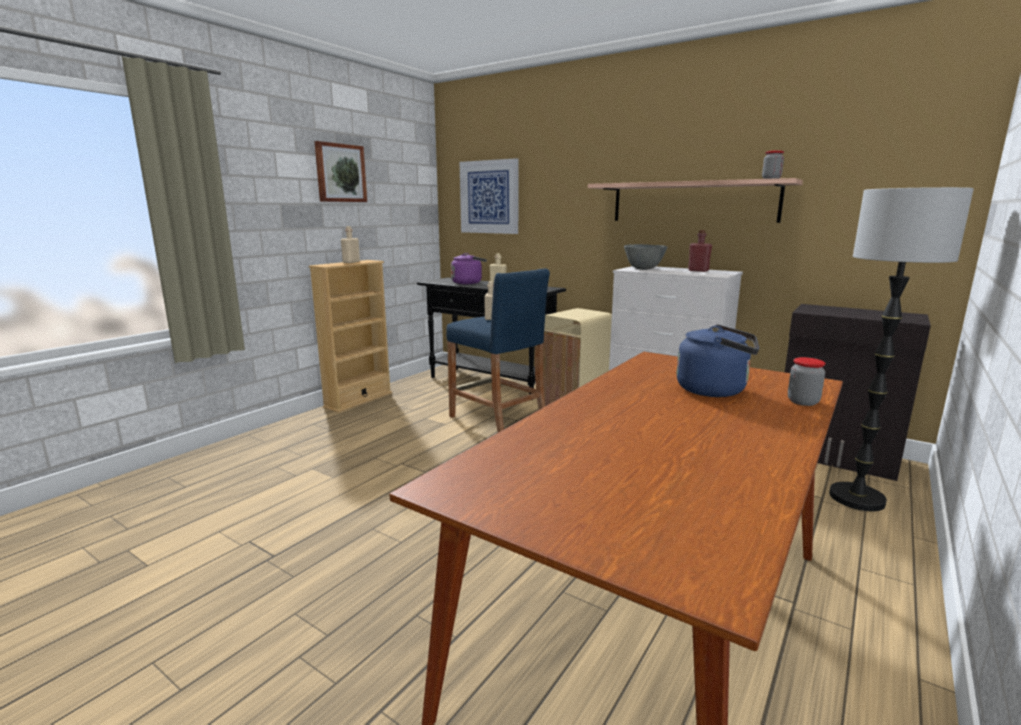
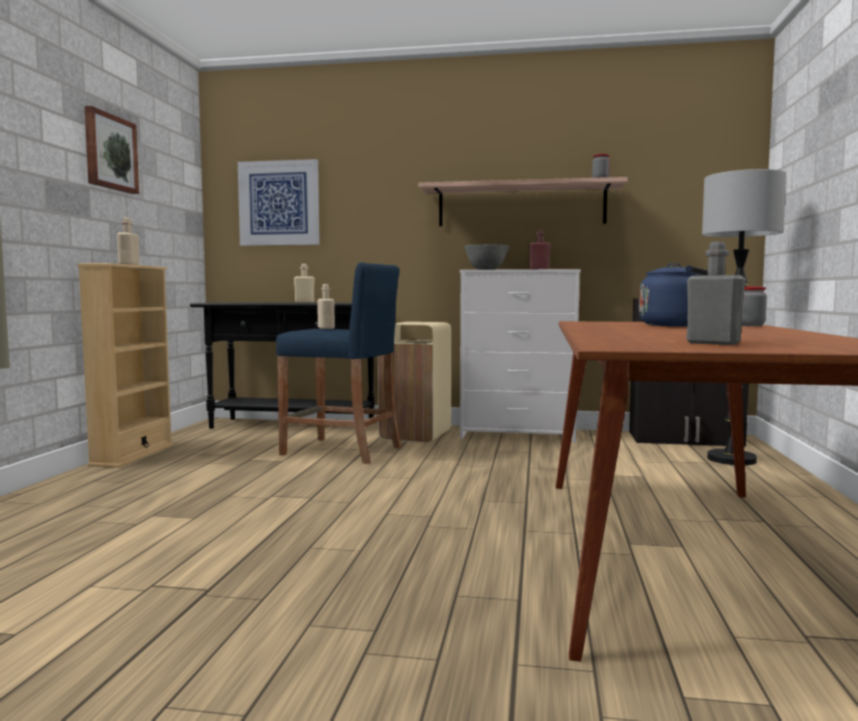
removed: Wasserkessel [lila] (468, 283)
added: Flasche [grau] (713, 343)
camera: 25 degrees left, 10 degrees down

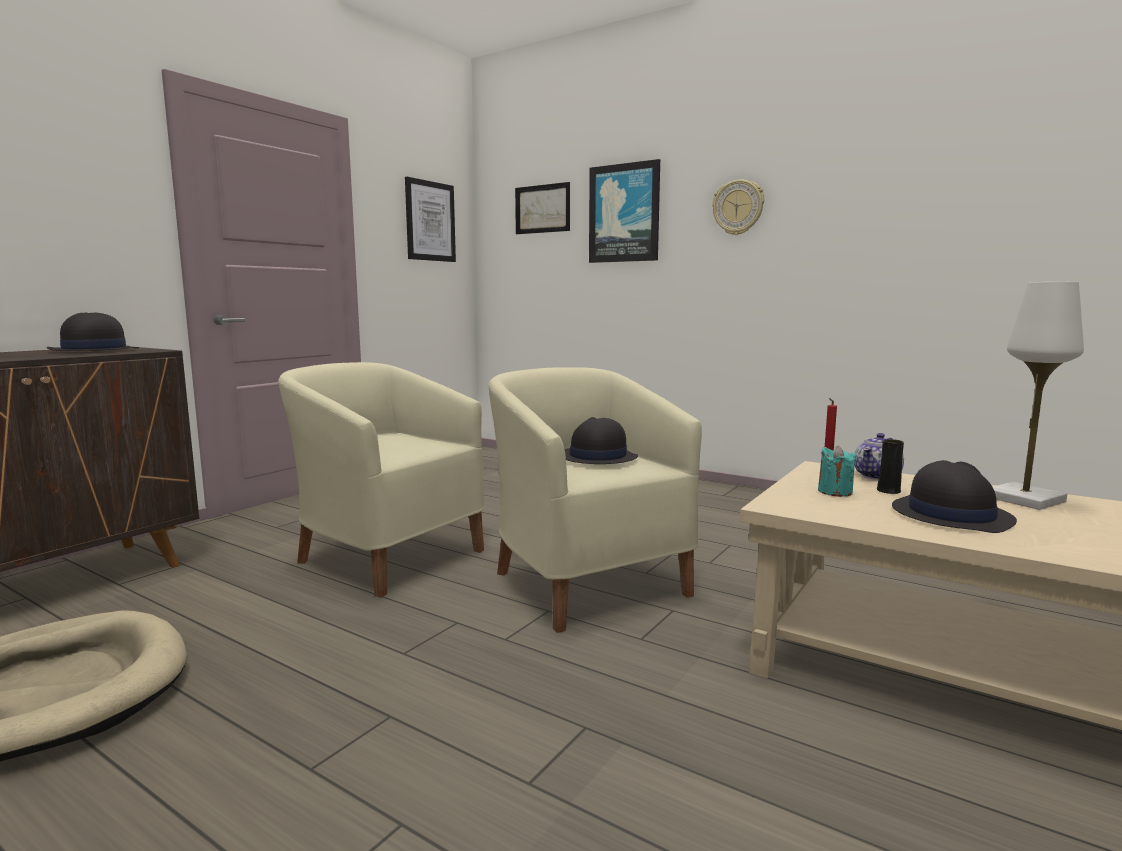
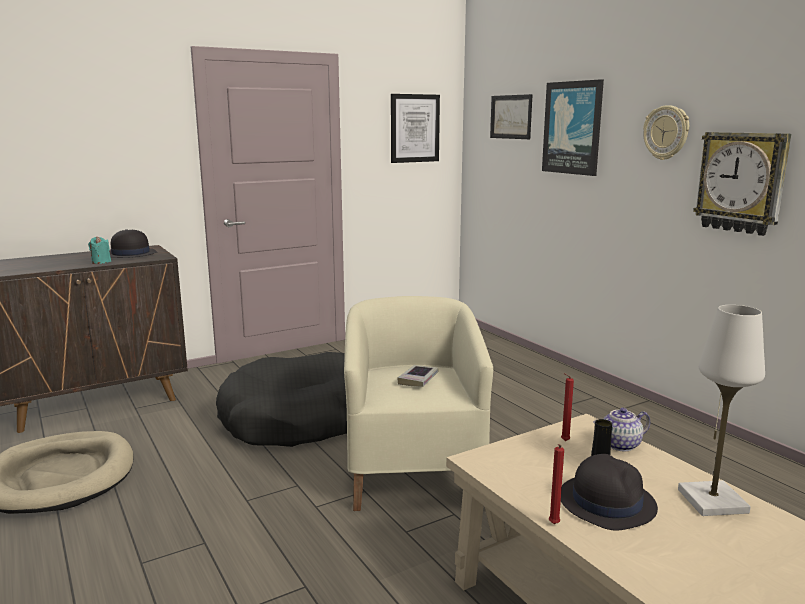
added: Kerze [rot] (553, 525); Wanduhr (741, 182)
moved: Kerze [türkis] (835, 492) to (101, 262)
replaced: Sessel [beige] (386, 556) to Hundebett [schwarz] (299, 418); Hut [schwarz] (597, 457) to Buch (418, 379)
camera: 25 degrees right, 5 degrees up

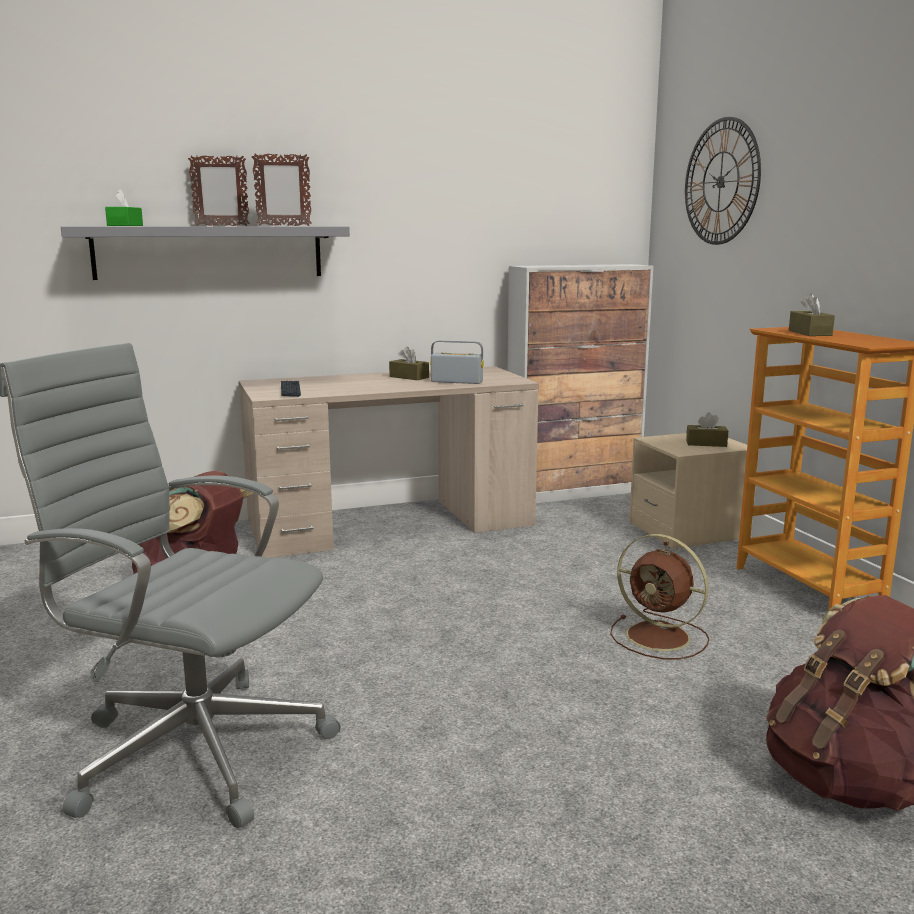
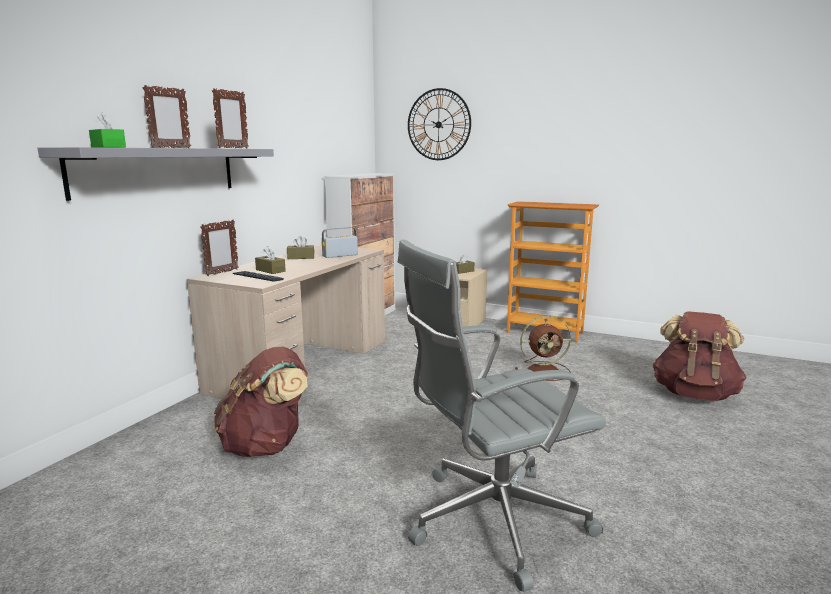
added: Bilderrahmen (222, 272)
moved: Taschentuchbox [braun] (810, 333) to (270, 270)
camera: 45 degrees left, 0 degrees up

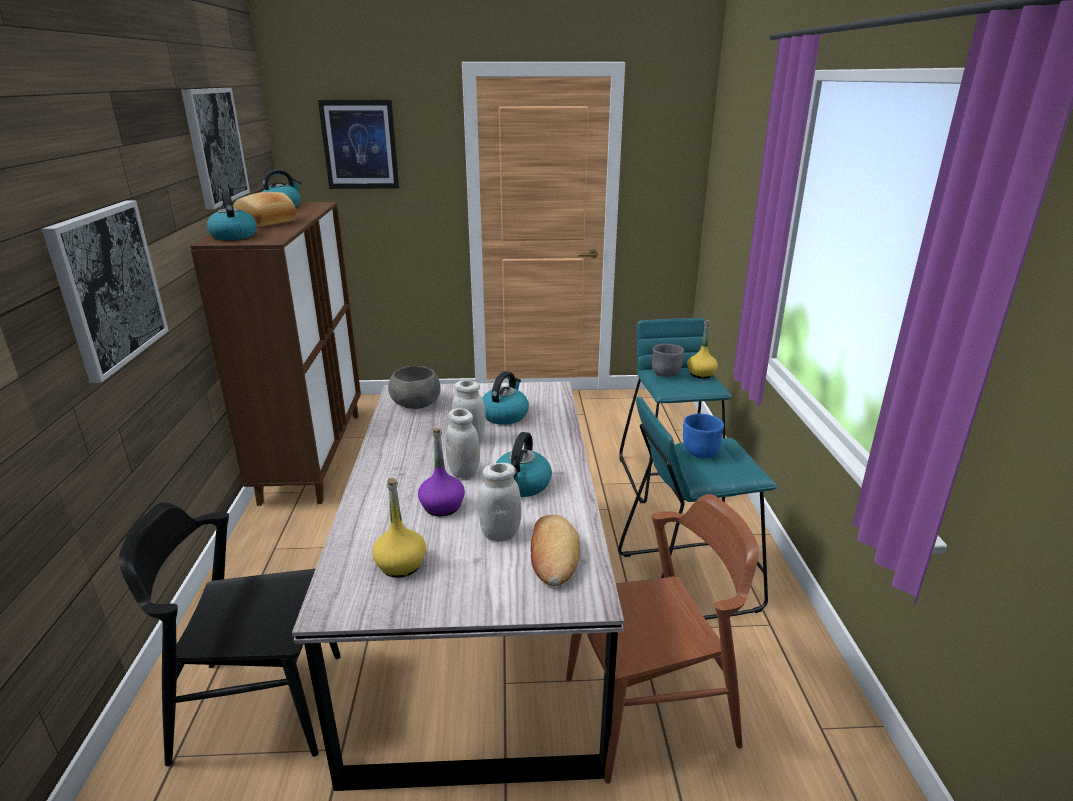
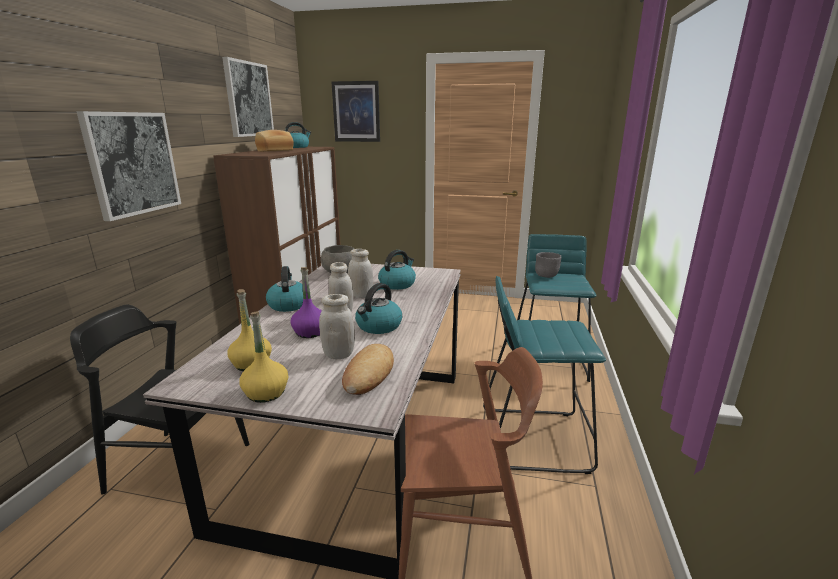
removed: Schüssel [blau] (699, 453)
moved: Flasche [gelb] (701, 374) to (266, 393); Wasserkessel (233, 236) to (288, 304)
camera: 15 degrees right, 5 degrees down

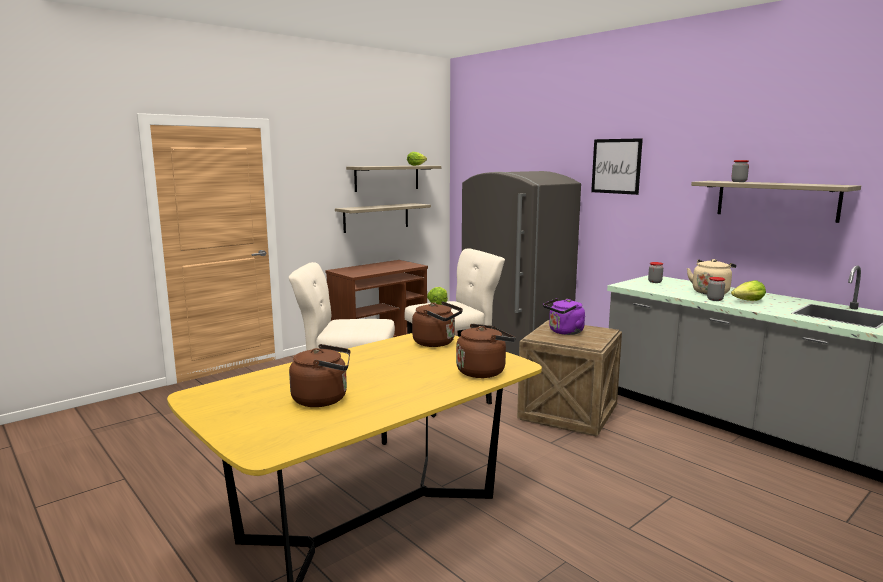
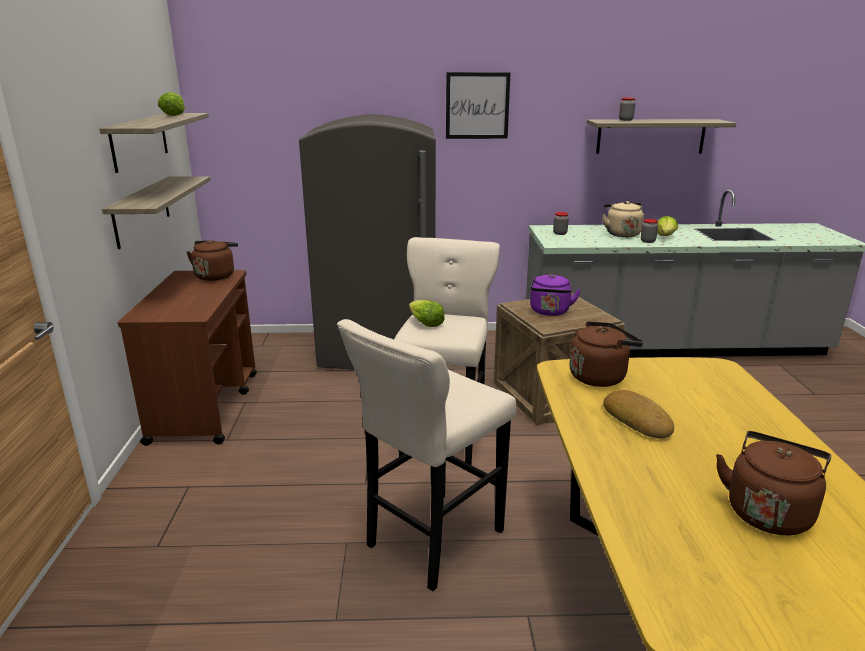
added: Brot (638, 419)
moved: Wasserkessel [braun] (483, 371) to (216, 276)
camera: 50 degrees left, 10 degrees up

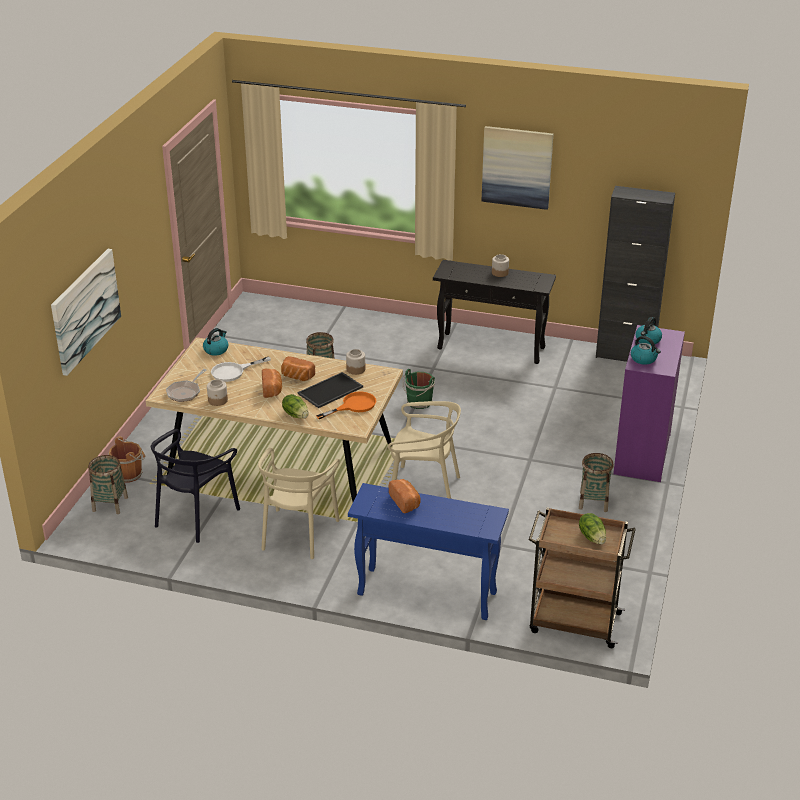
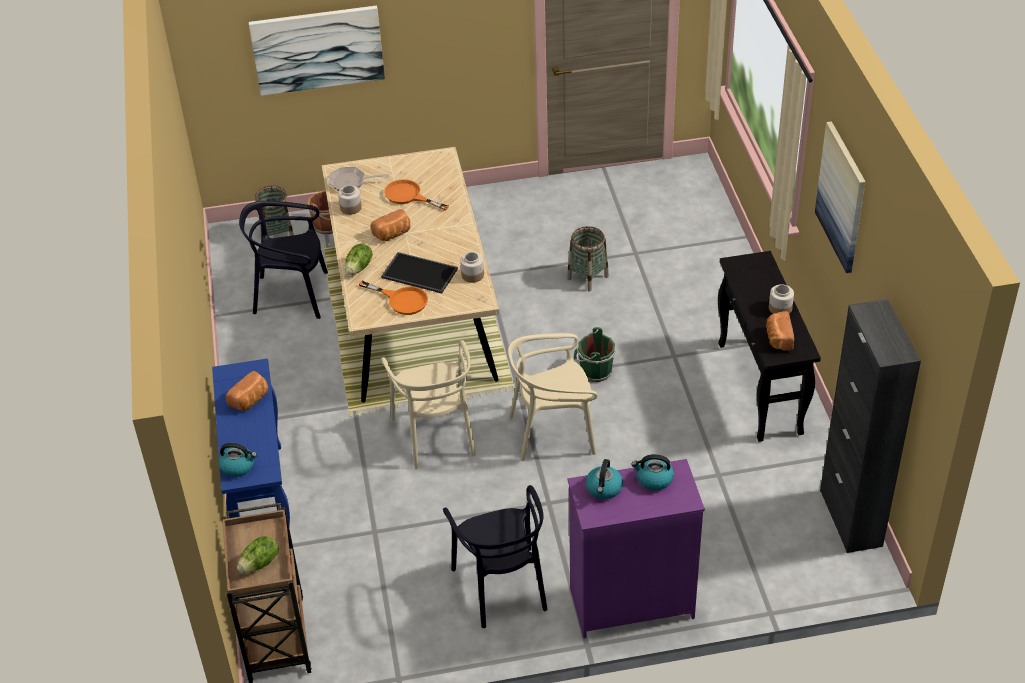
moved: Wasserkessel (216, 350) to (238, 466); Stuhl [beige] (298, 533) to (553, 432); Brot (296, 377) to (778, 339)
replaced: Korb (593, 502) to Stuhl [schwarz] (502, 586)
recoloured: Pfanne [weiß] (233, 371) to Pfanne [orange] (408, 196)
camera: 65 degrees right, 10 degrees up

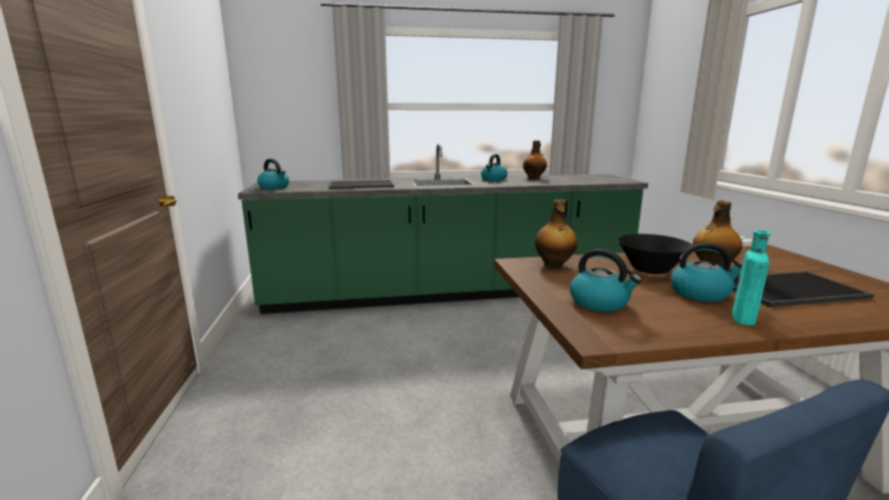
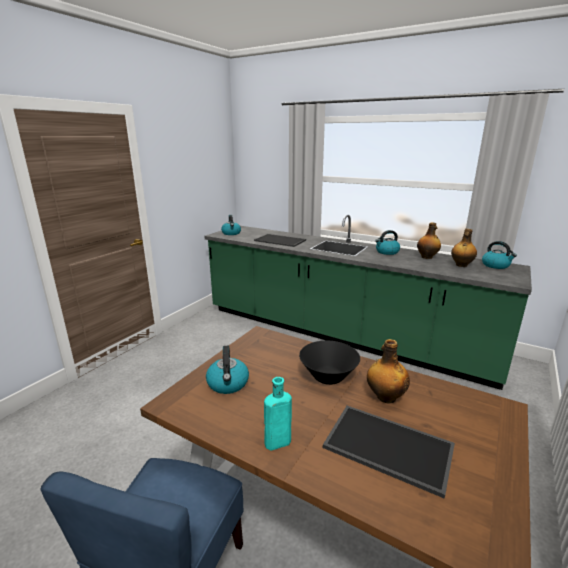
moved: Flasche (553, 265) to (461, 265); Wasserkessel (700, 293) to (496, 265)
camera: 40 degrees right, 5 degrees up

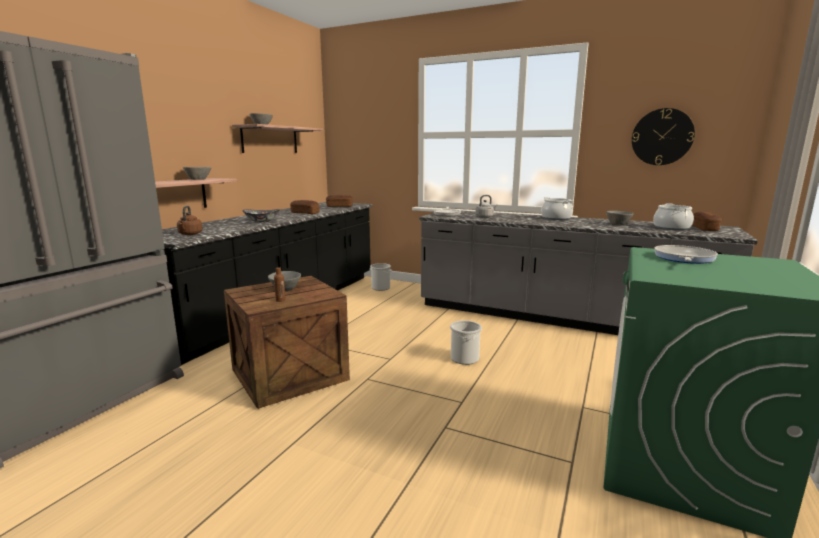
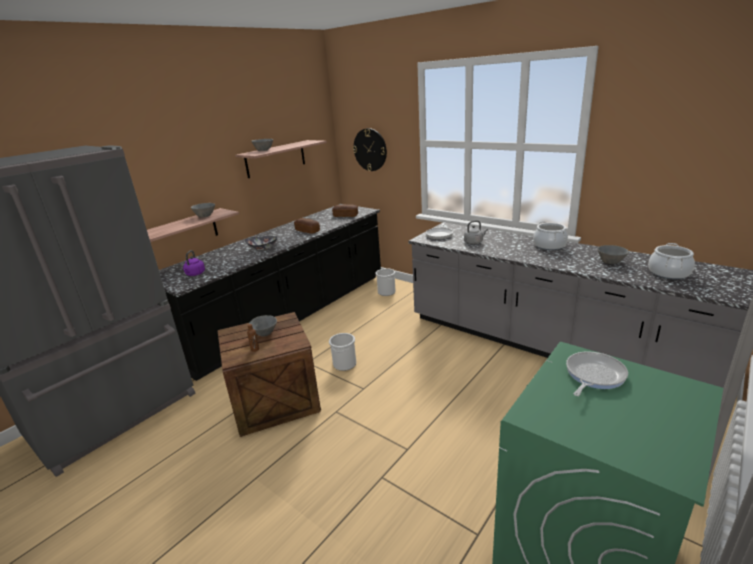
removed: Brot (704, 228)
moved: Eimer (465, 358) to (344, 364); Wanduhr (662, 137) to (370, 149)
recoloured: Wasserkessel [braun] (190, 234) to Wasserkessel [lila] (195, 274)
camera: 15 degrees right, 10 degrees up

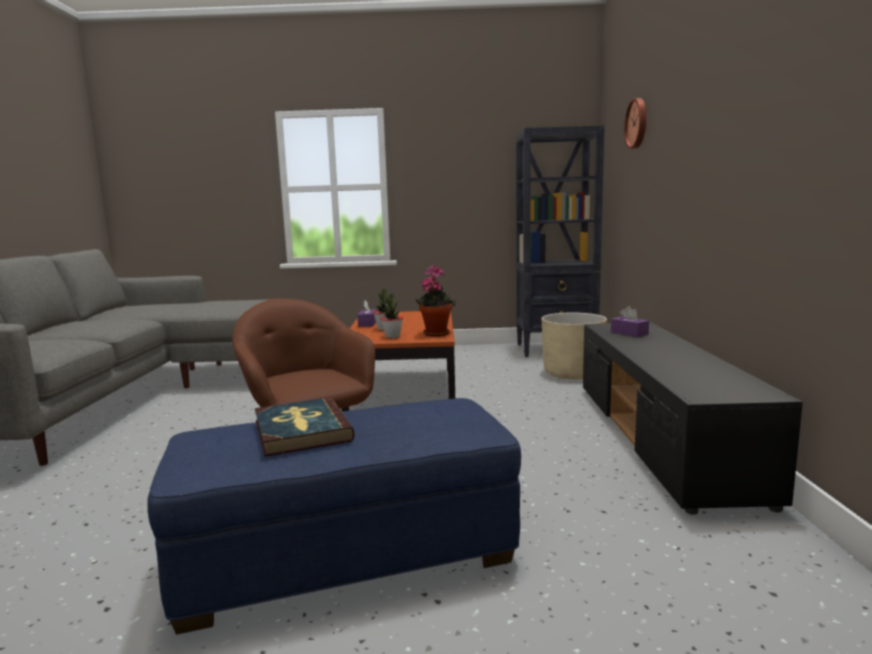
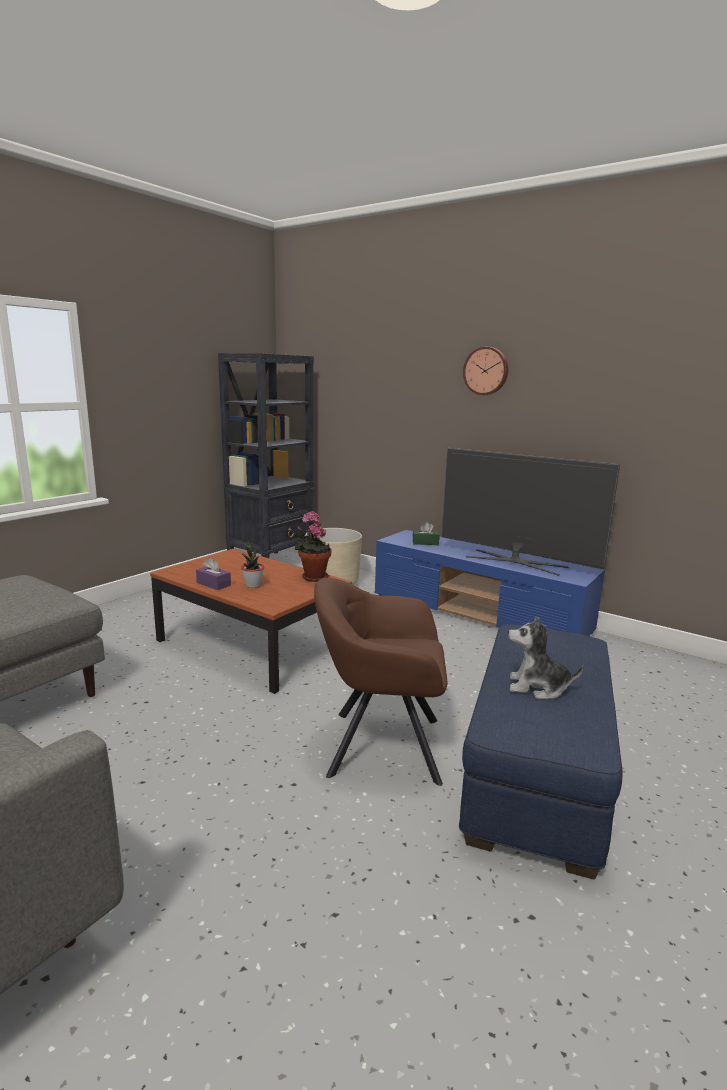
removed: Topfpflanze (392, 336)
added: Fernseher (516, 562)
moved: Wanduhr (637, 123) to (486, 371)
replaced: Buch (301, 431) to Plüschtier (537, 687)
recoloured: Fernsehschrank [schwarz] (662, 438) to Fernsehschrank [blau] (479, 613); Taschentuchbox [lila] (629, 333) to Taschentuchbox [grün] (425, 543)
camera: 55 degrees left, 5 degrees up

